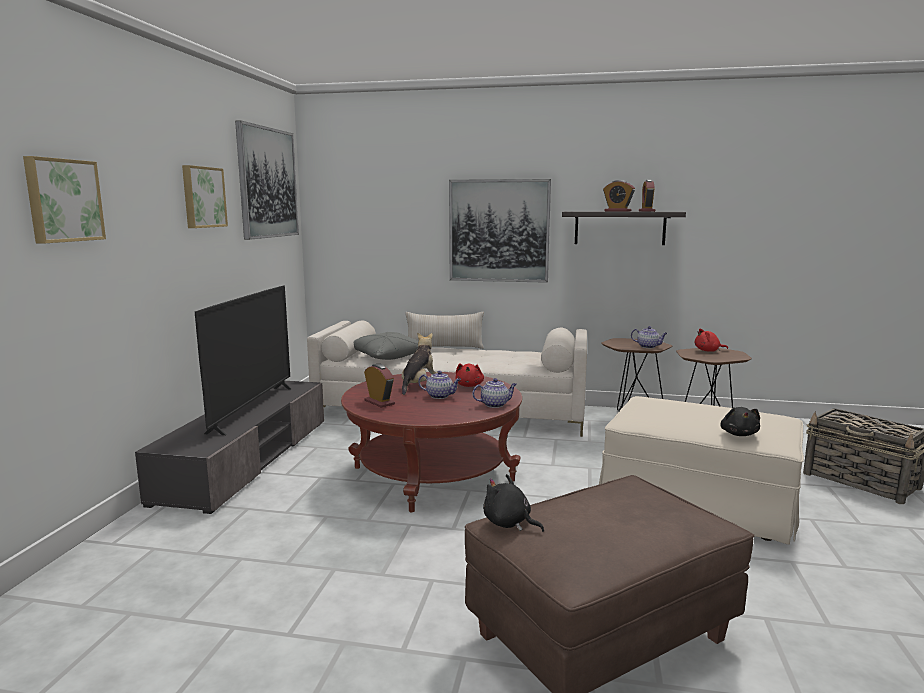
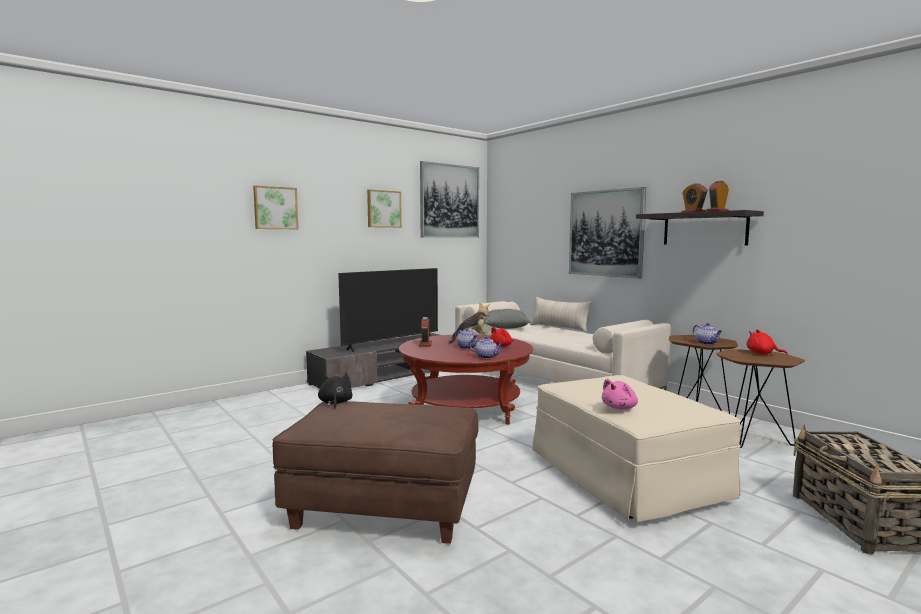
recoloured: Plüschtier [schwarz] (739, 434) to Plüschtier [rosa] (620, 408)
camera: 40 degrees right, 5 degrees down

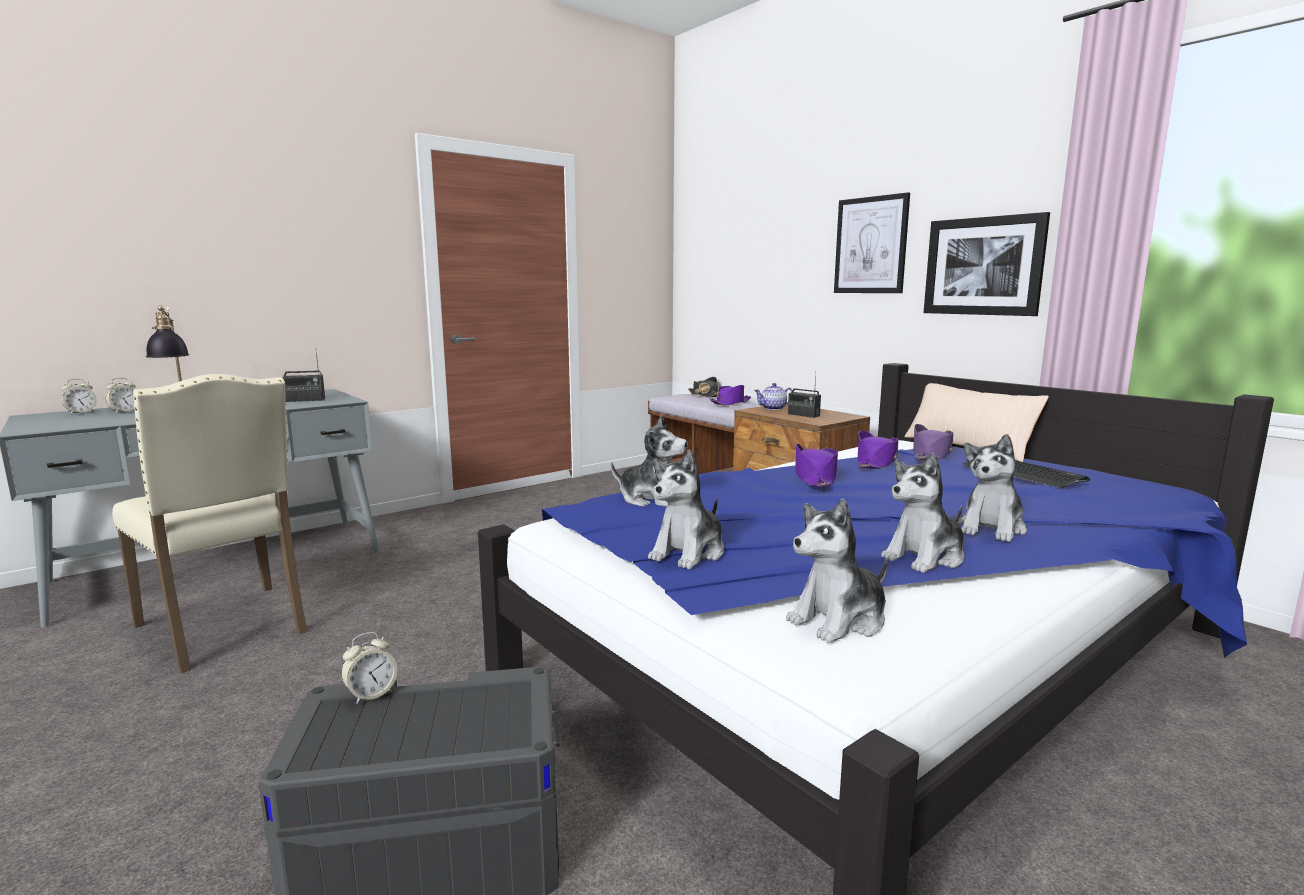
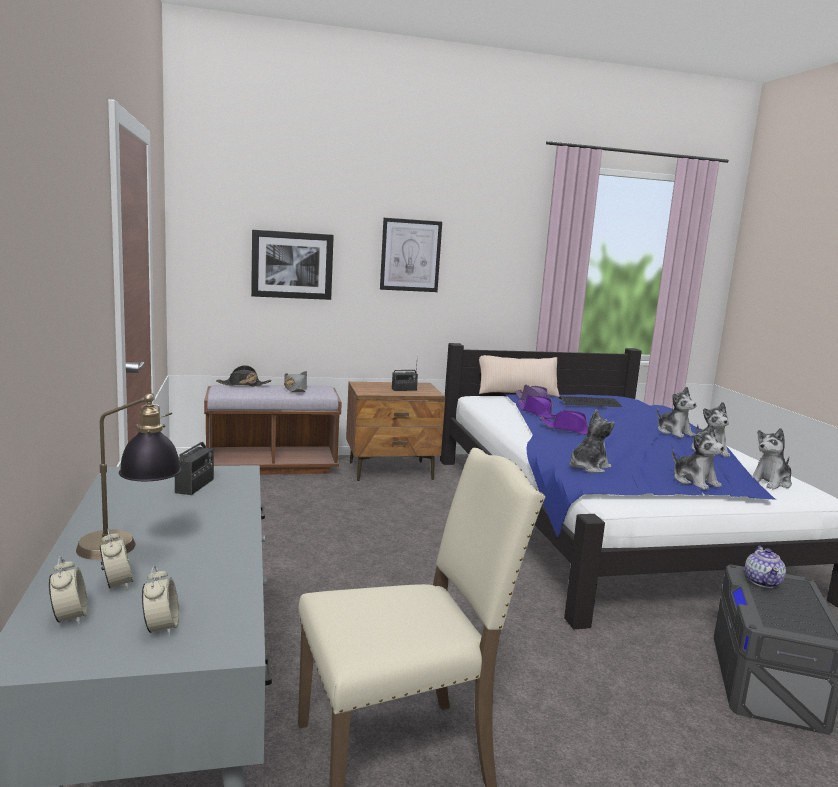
moved: Wecker (371, 694) to (161, 628); Bild (983, 266) to (292, 265); Teekanne (773, 408) to (763, 581)
recoloured: Hut [lila] (730, 403) to Hut [grau] (295, 388)
turned: Plüschtier (839, 620) = (770, 482) 60 degrees clockwise
camera: 65 degrees left, 0 degrees up

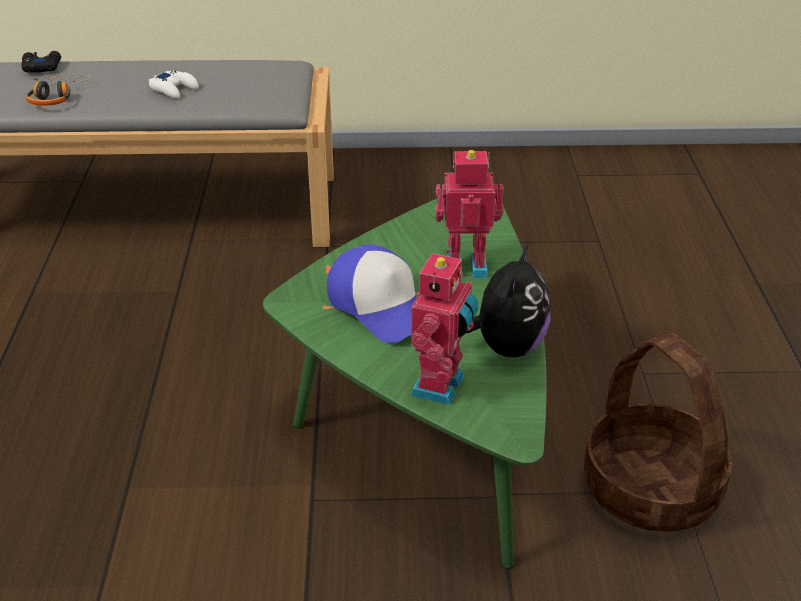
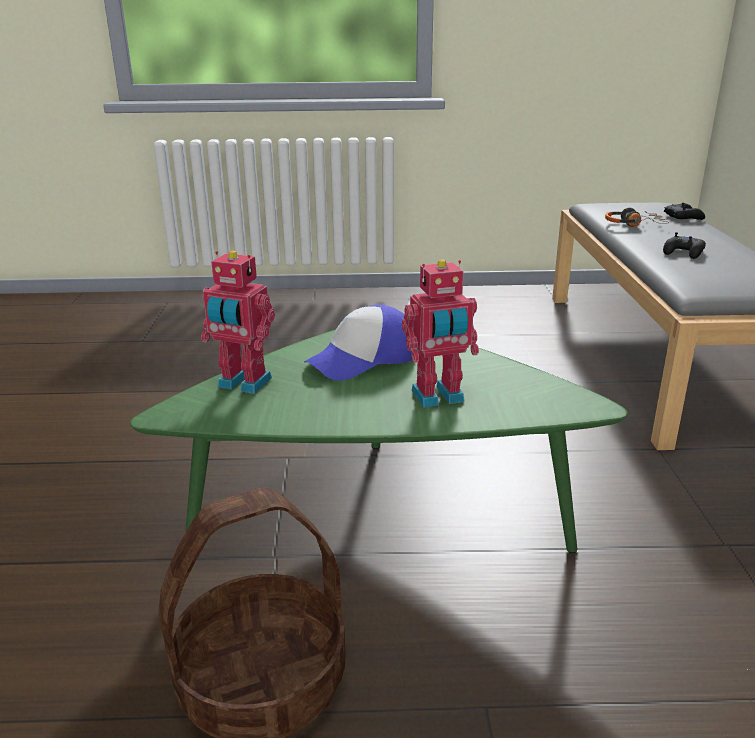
removed: Plüschtier (506, 347)
recoloured: Gamepad [weiß] (174, 89) to Gamepad [schwarz] (684, 252)
turned: Spielzeugroboter (466, 265) = (438, 397) 75 degrees clockwise
camera: 90 degrees right, 10 degrees down

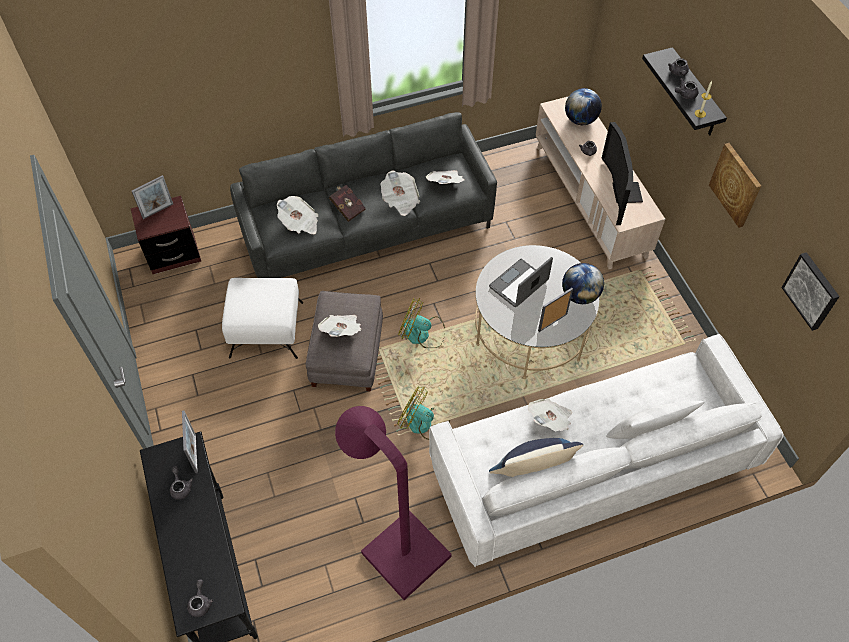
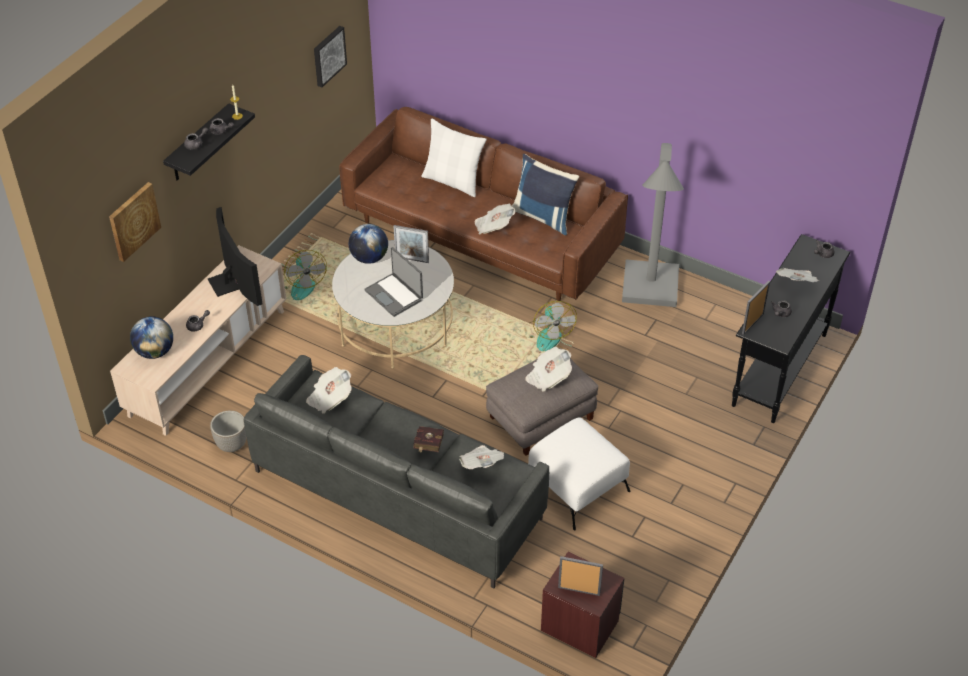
added: Pflanzkübel (231, 445)
moved: Bild (736, 184) to (133, 221); Ventilator (422, 334) to (300, 284); Zeitung (400, 200) to (796, 283)
recoloured: Sofa [weiß] (592, 466) to Sofa [braun] (481, 235); Stehlampe [lila] (397, 545) to Stehlampe [grau] (649, 293)
turned: Fernseher (622, 192) = (231, 282) 75 degrees counterclockwise; Laptop (519, 284) = (394, 295) 45 degrees clockwise
camera: 130 degrees left, 10 degrees down

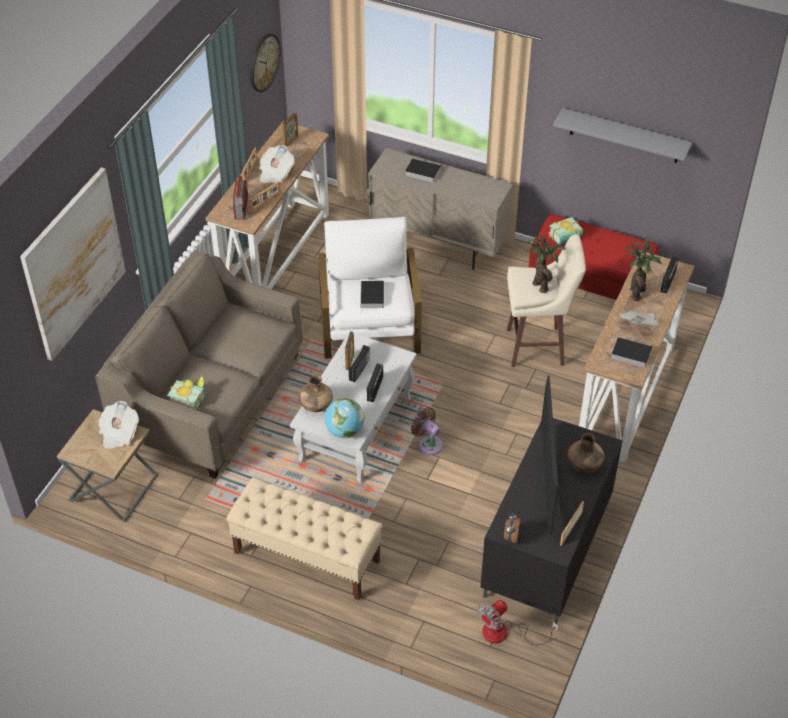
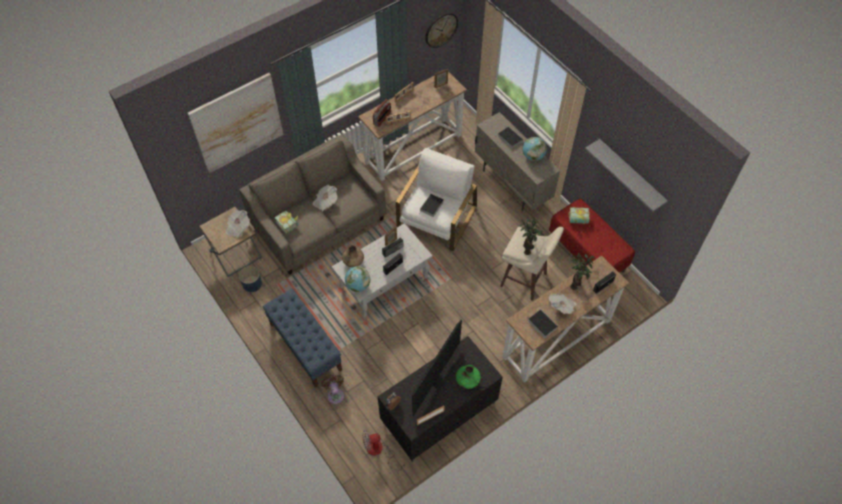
added: Pflanzkübel [blau] (252, 284); Globus (533, 156)
moved: Zeitung (275, 173) to (325, 202); Ventilator [braun] (428, 444) to (335, 394)
recoloured: Bank [beige] (306, 557) to Bank [blau] (305, 346); Vase [braun] (584, 465) to Vase [grün] (467, 381)
camera: 30 degrees right, 10 degrees up

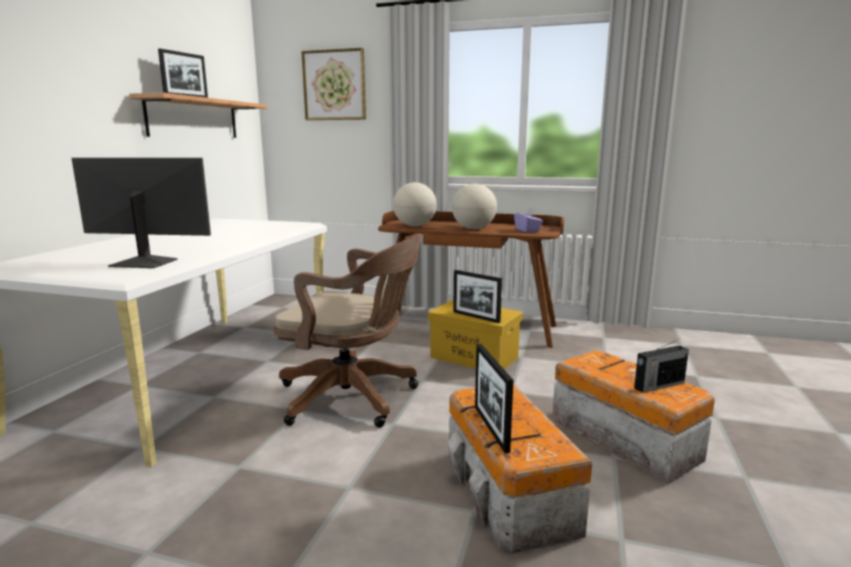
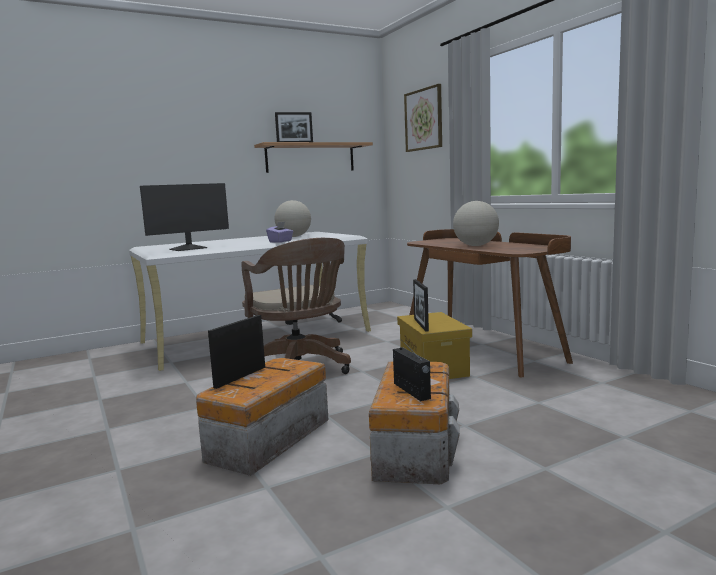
moved: Taschentuchbox [lila] (527, 230) to (281, 241); Globus (414, 226) to (293, 237)
turned: Monitor (144, 262) = (189, 249) 90 degrees clockwise; Radio (658, 385) = (412, 391) 135 degrees counterclockwise
camera: 45 degrees right, 5 degrees down

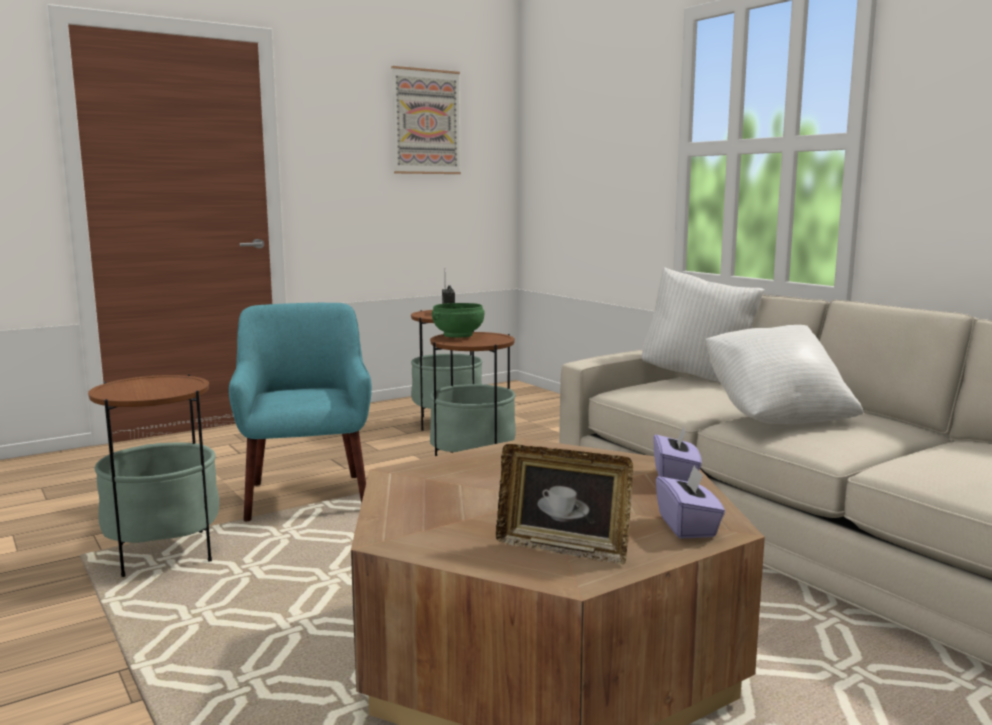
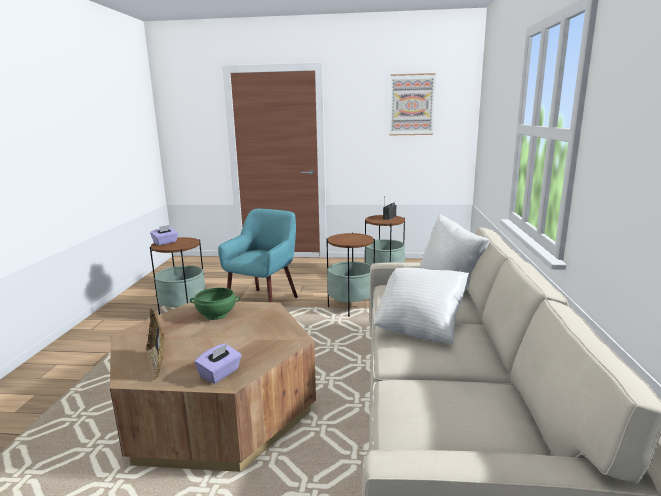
moved: Taschentuchbox [lila] (675, 477) to (165, 242); Schüssel [grün] (458, 335) to (216, 315)
camera: 40 degrees right, 5 degrees up

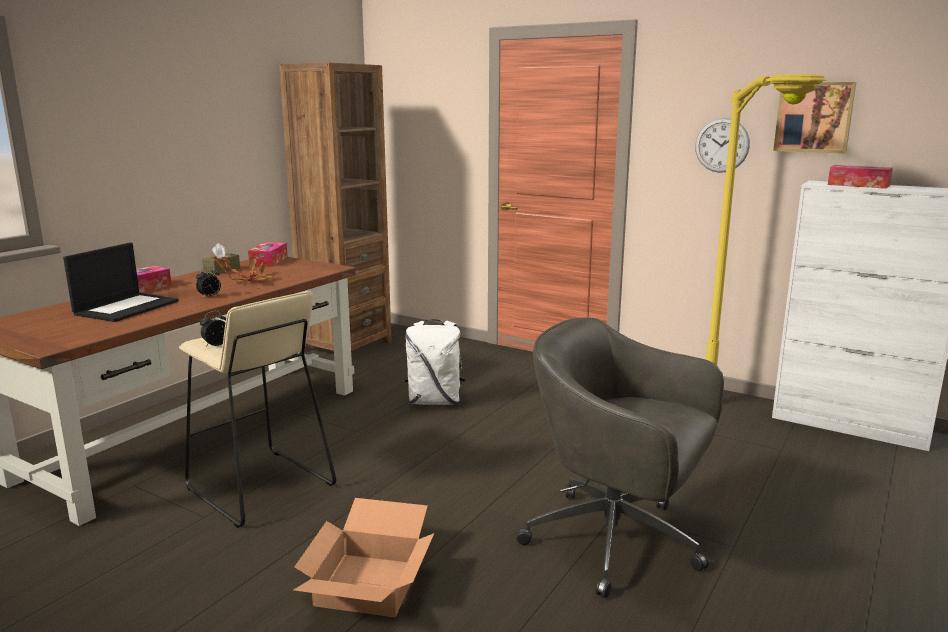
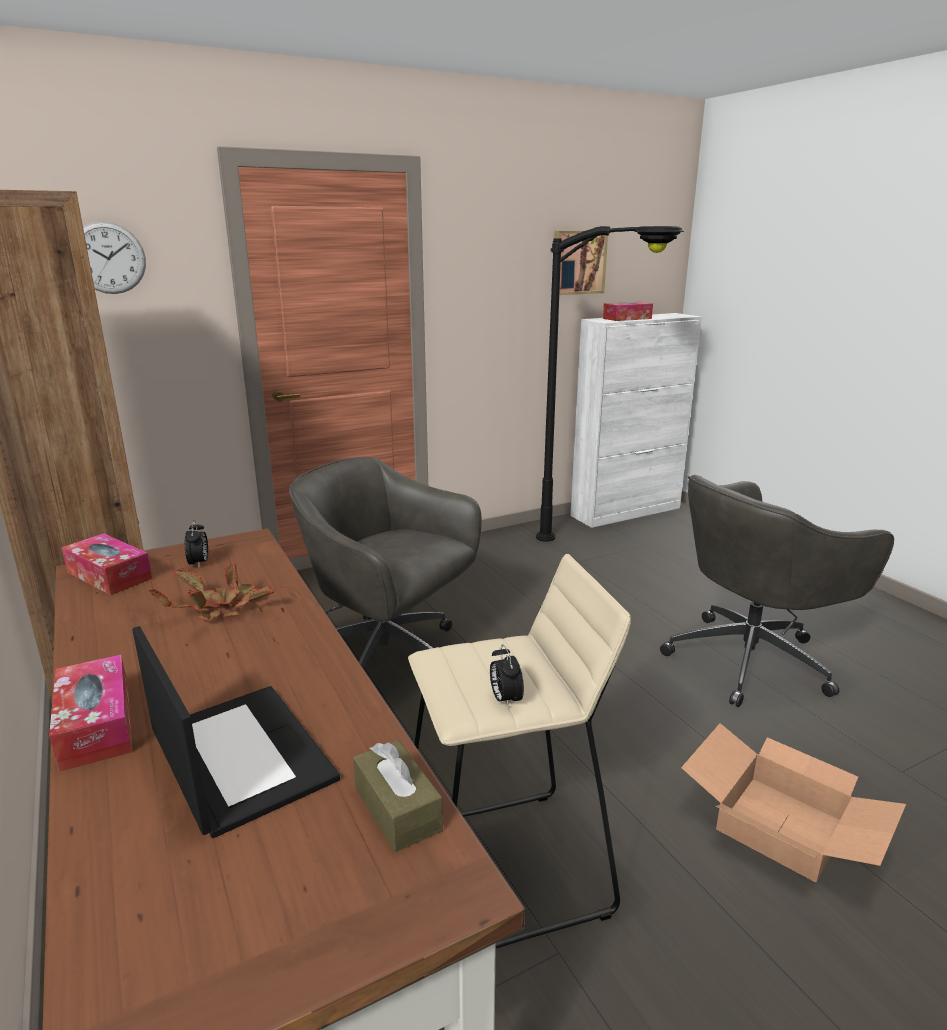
moved: Wanduhr (722, 145) to (108, 258); Wecker (210, 296) to (199, 563); Taschentuchbox [braun] (222, 270) to (397, 809)
replaced: Rucksack [weiß] (435, 401) to Bürostuhl [grau] (389, 658)
recoloured: Stehlampe [gelb] (738, 432) to Stehlampe [schwarz] (605, 547)
camera: 60 degrees left, 5 degrees up

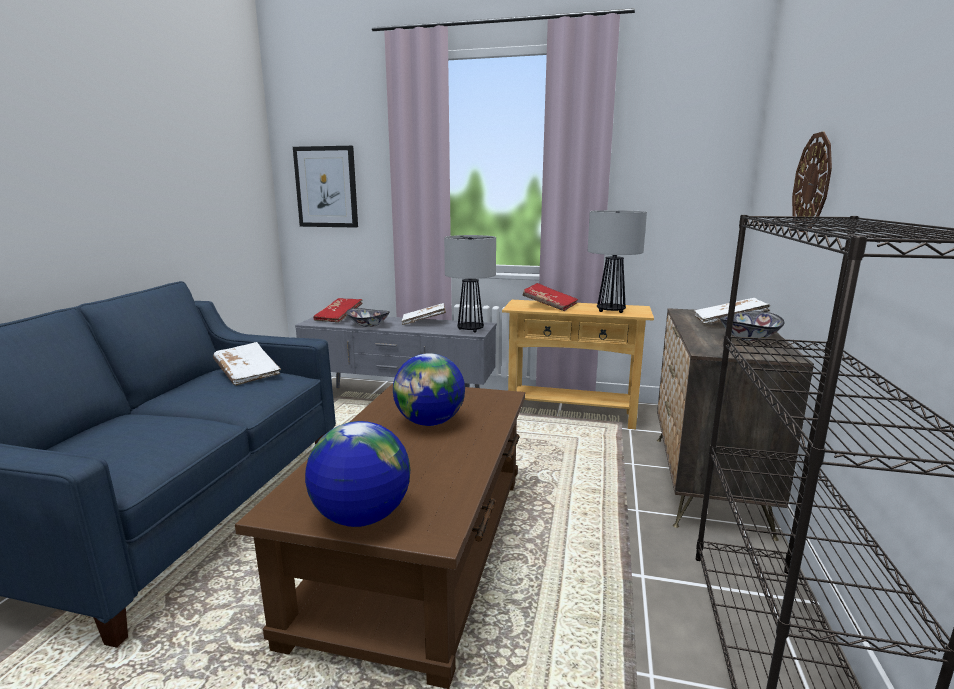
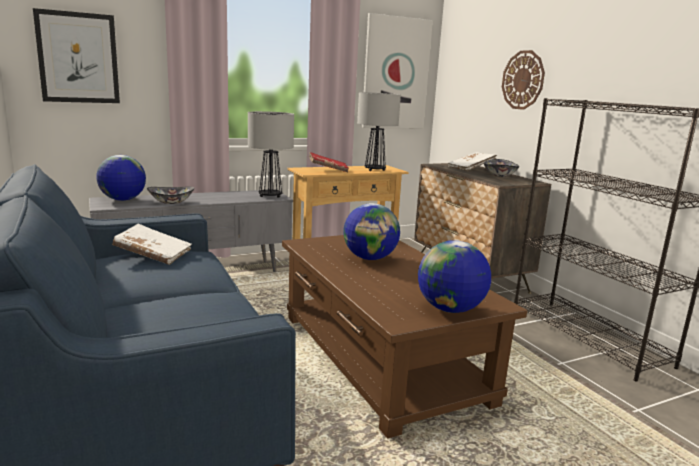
removed: Buch [weiß] (424, 322)
added: Bild (395, 73)
replaced: Buch [rot] (339, 318) to Globus (122, 200)
camera: 40 degrees left, 0 degrees up

